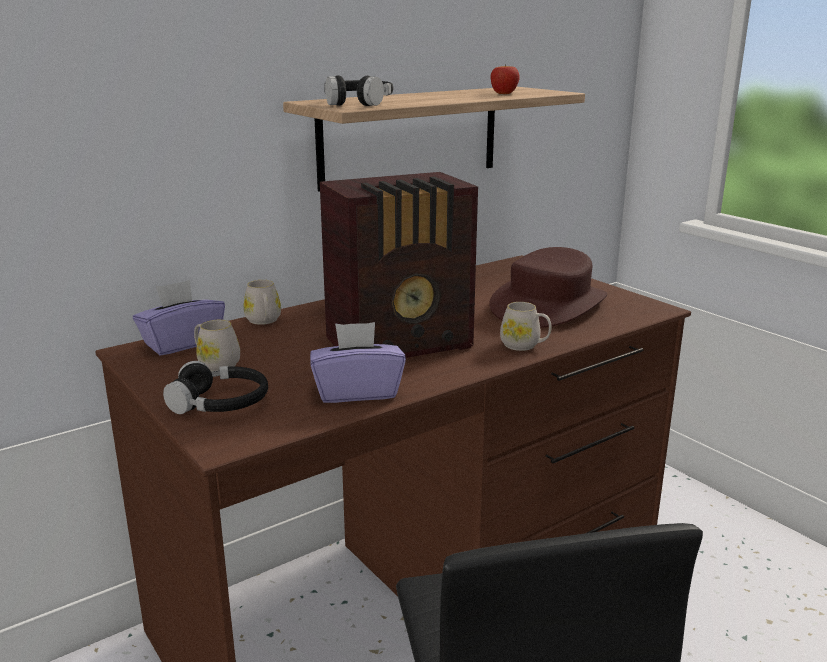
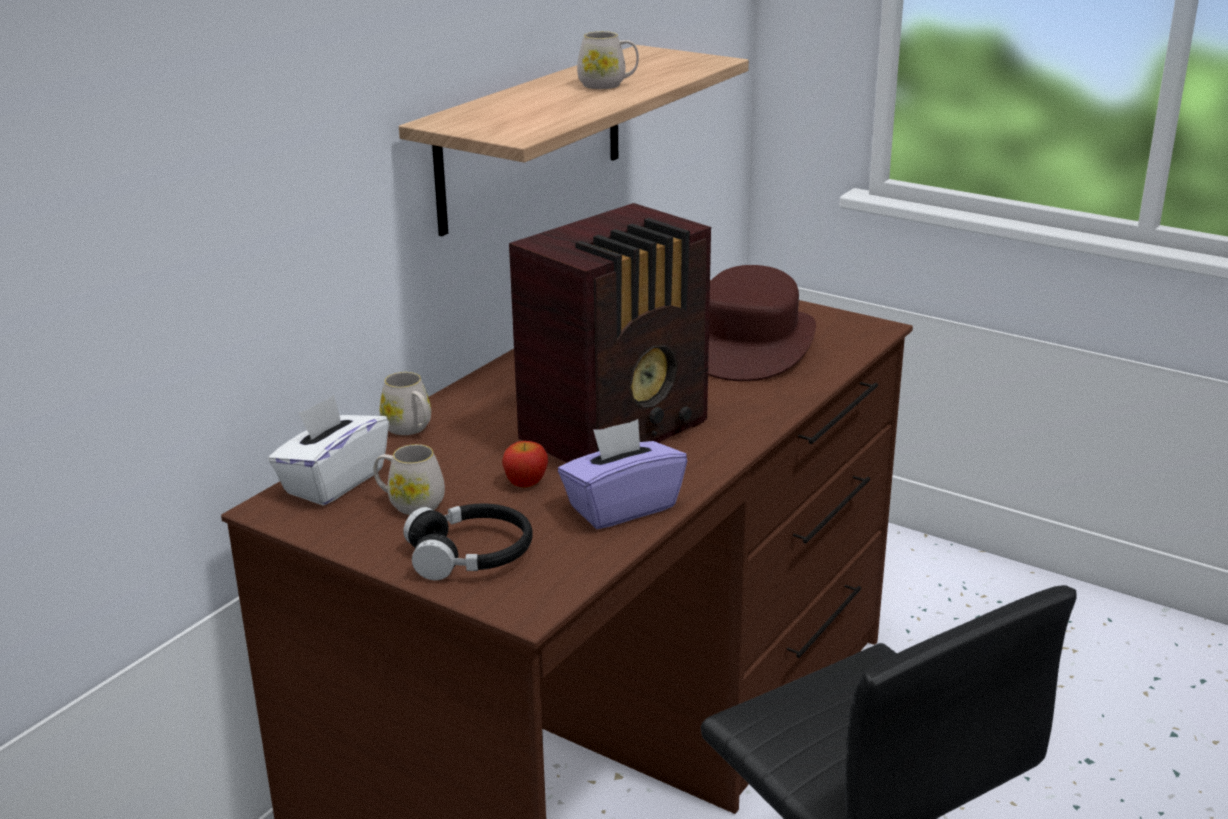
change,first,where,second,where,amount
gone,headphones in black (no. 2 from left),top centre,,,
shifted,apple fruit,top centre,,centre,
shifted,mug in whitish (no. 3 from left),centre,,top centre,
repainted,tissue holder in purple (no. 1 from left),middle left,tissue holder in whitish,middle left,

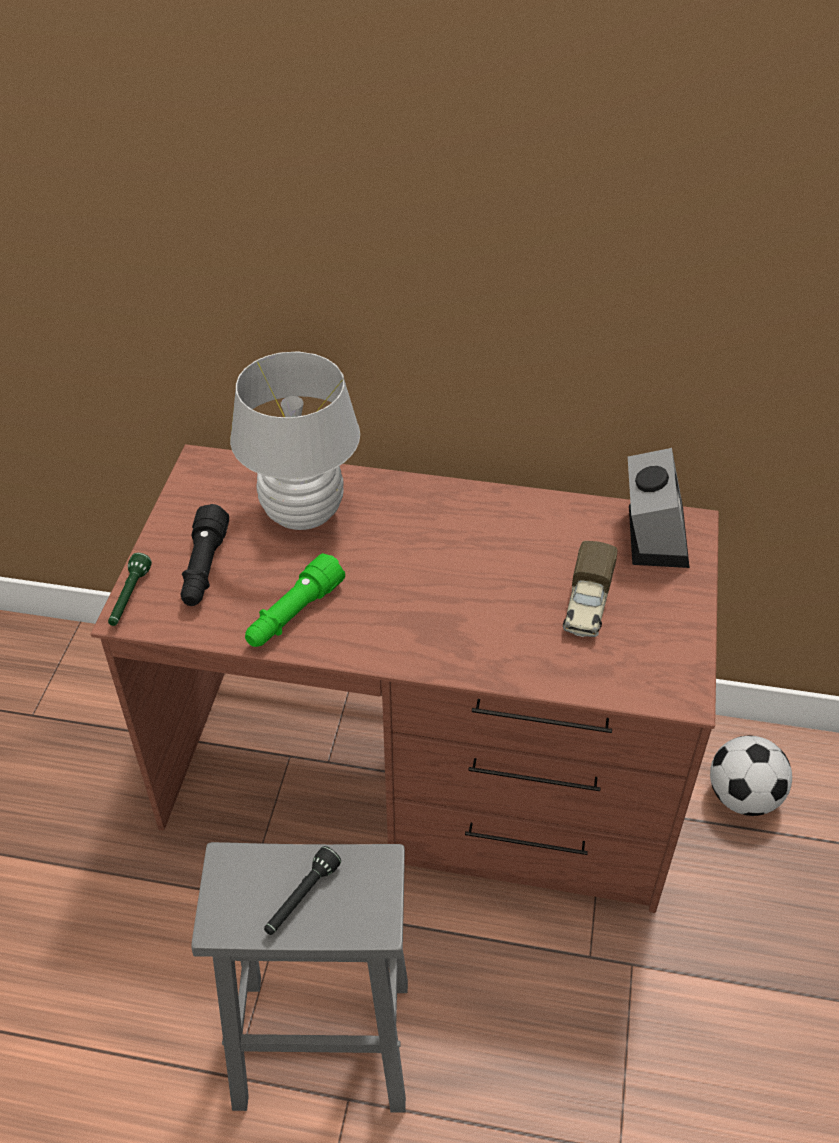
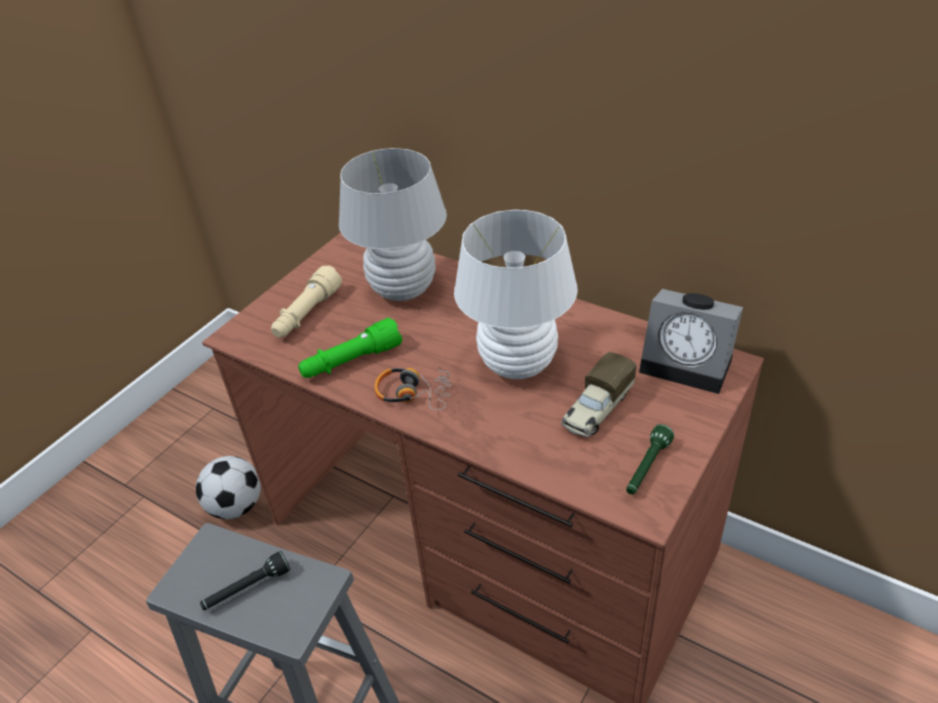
change,first,where,second,where,amount
new,,,headphones,centre,
new,,,tabletop lamp in whitish (no. 2 from left),centre,
shifted,flashlight in greenish (no. 1 from left in the first image),middle left,flashlight in greenish (no. 2 from left),middle right,
shifted,football,bottom right,,bottom left,
repainted,flashlight in black (no. 1 from left),middle left,flashlight in sand-coloured,middle left,
rotated,table clock,middle right,,middle right,90 degrees clockwise

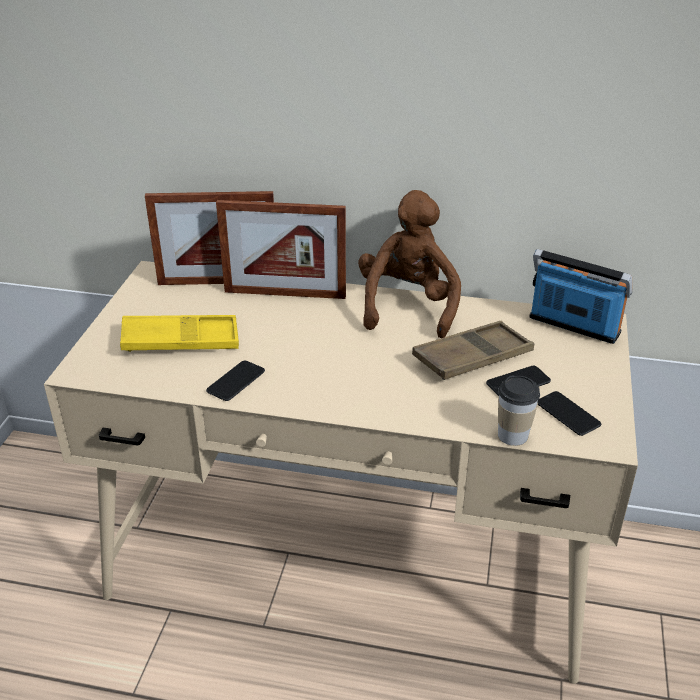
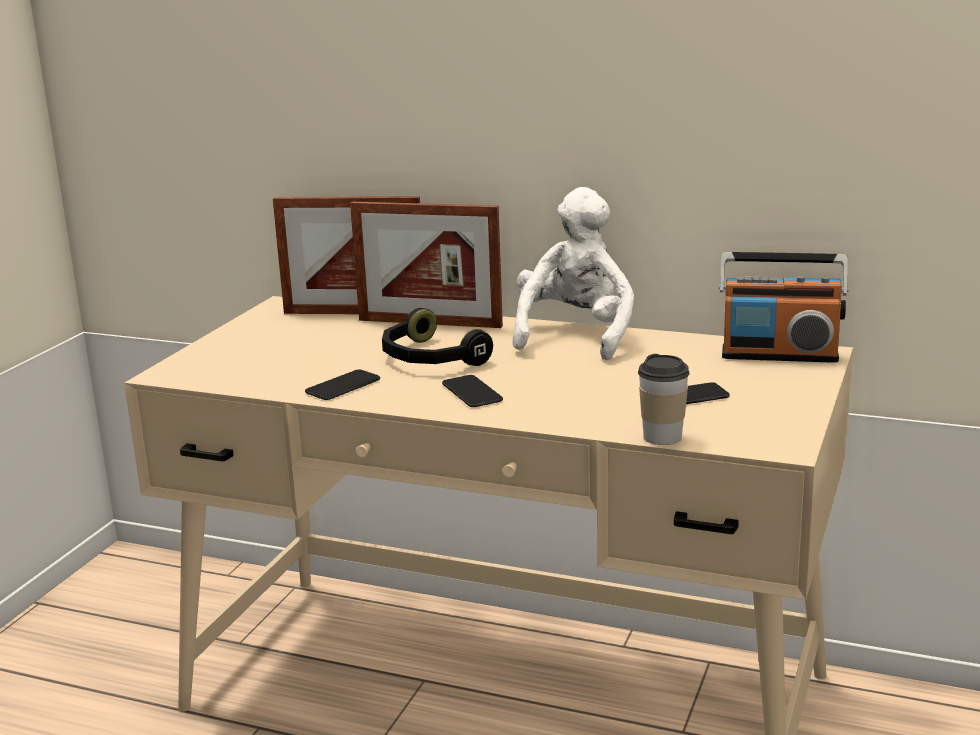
change,first,where,second,where,amount
gone,serving tray in yellowish,middle left,,,
gone,serving tray in brown,middle right,,,
new,,,headphones in black,centre,
shifted,phone (no. 3 from left in the first image),middle right,phone (no. 2 from left),centre,
repainted,soft toy in brown,centre,soft toy in whitish,centre,
rotated,radio receiver,middle right,,middle right,150 degrees clockwise

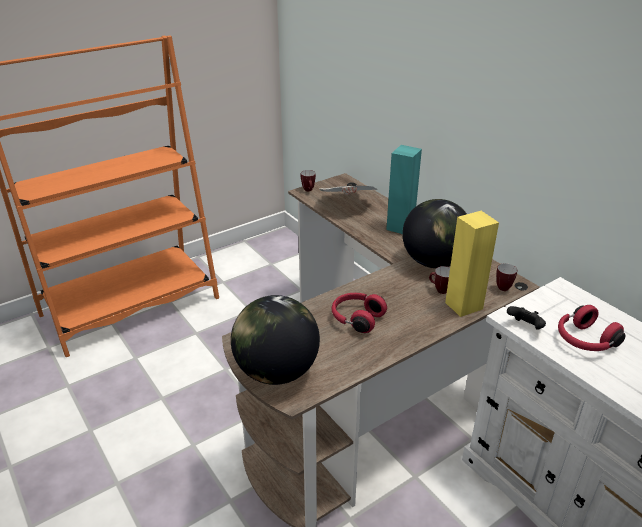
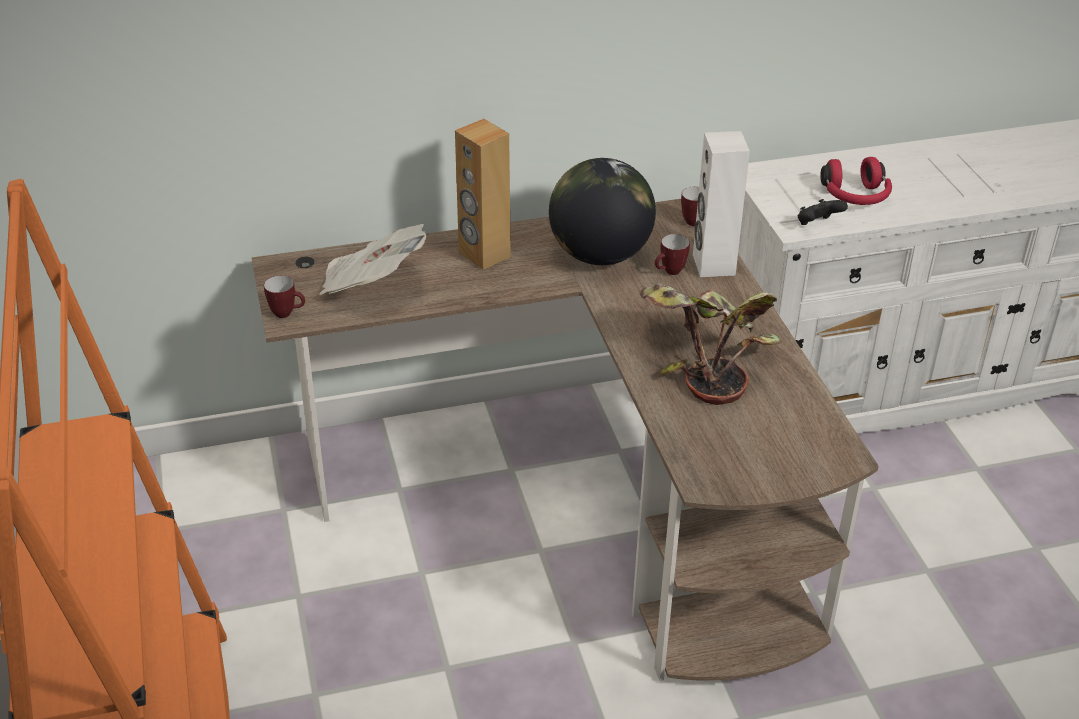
change,first,where,second,where,amount
gone,globe (no. 1 from left),centre,,,
swapped,headphones in reddish (no. 1 from left),centre,houseplant,centre,
repainted,speaker in blue-green,centre,speaker in brown,top centre,
repainted,speaker in yellowish,middle right,speaker in whitish,top right,

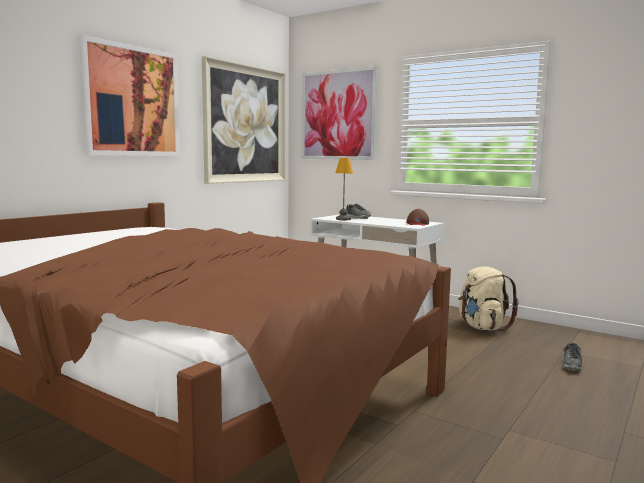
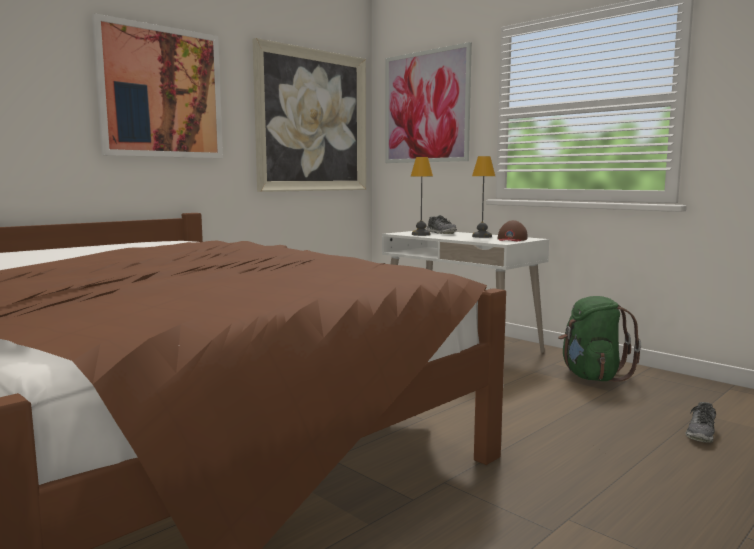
change,first,where,second,where,amount
new,,,tabletop lamp (no. 2 from left),centre,
repainted,backpack in sand-coloured,middle right,backpack in greenish,middle right,

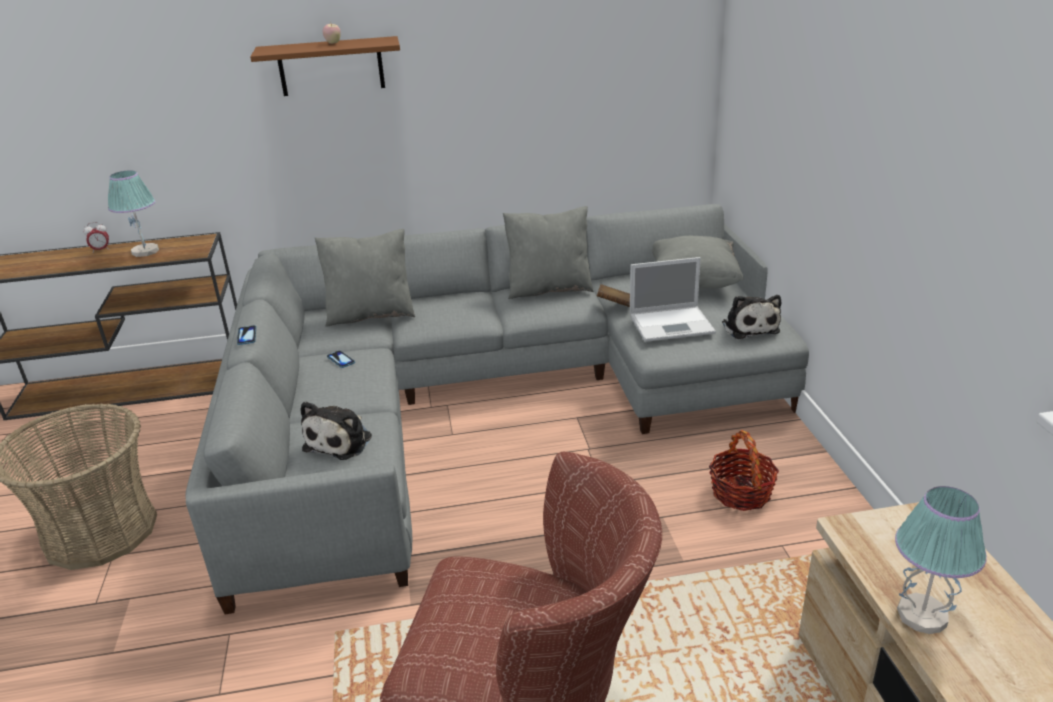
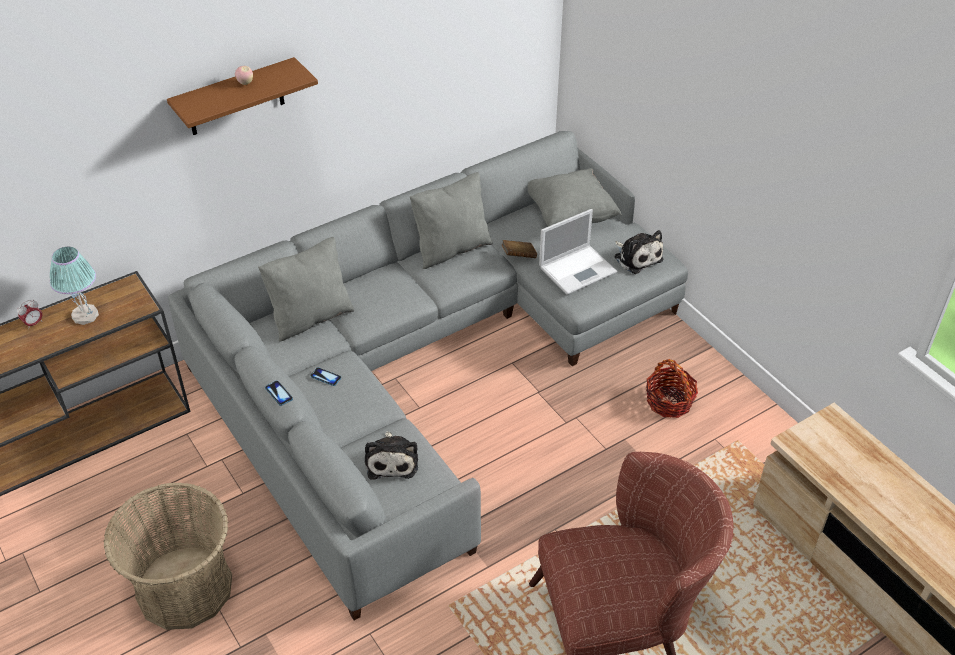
change,first,where,second,where,amount
gone,tabletop lamp (no. 2 from left),bottom right,,,

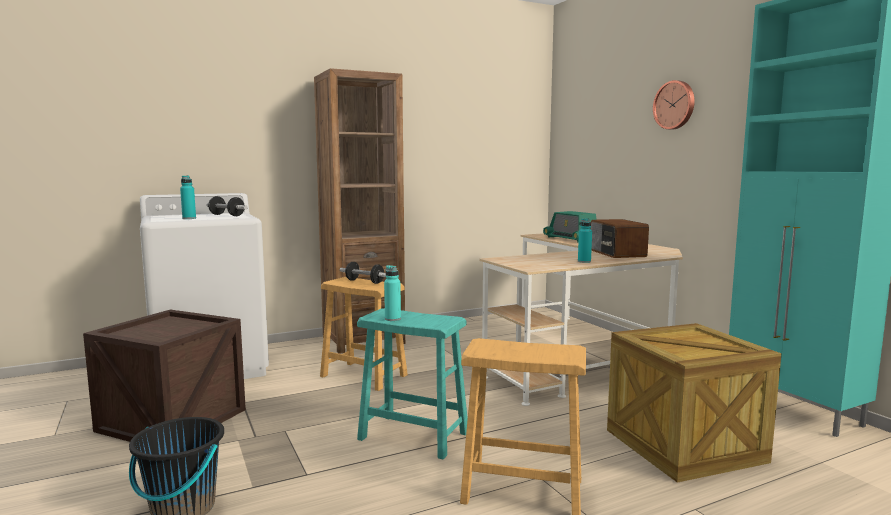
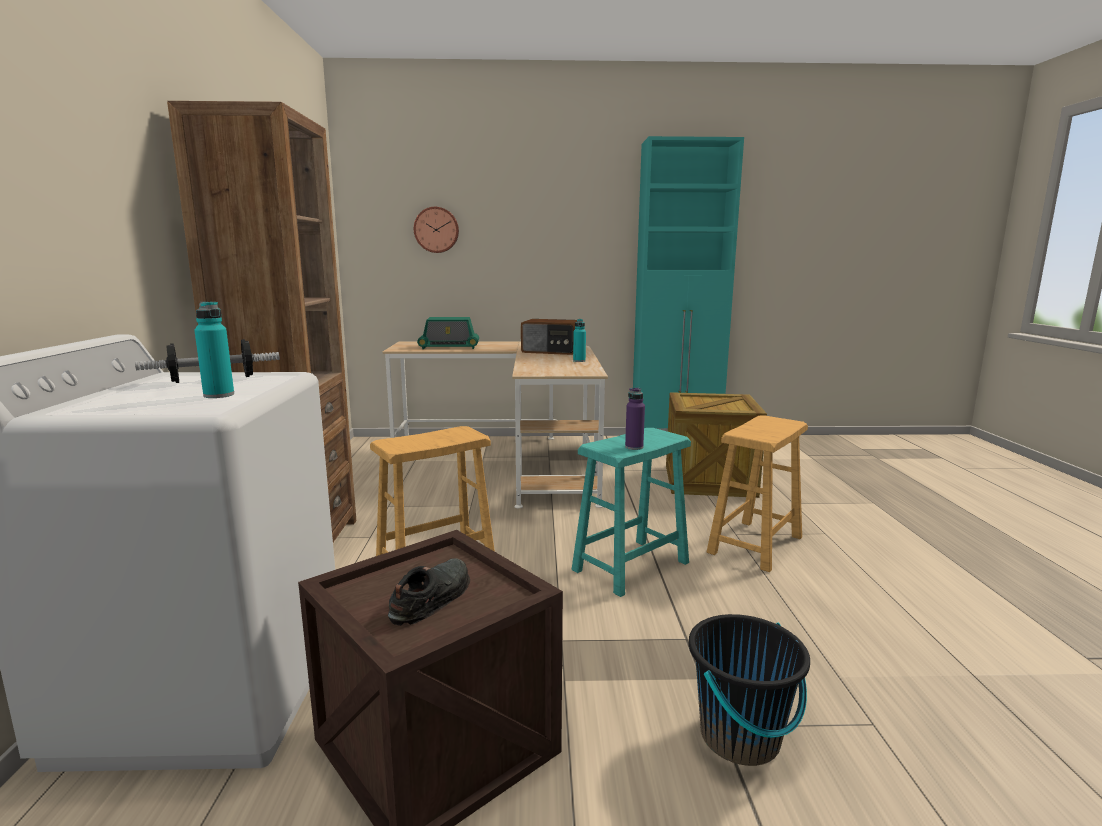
change,first,where,second,where,amount
gone,hand weight (no. 2 from left),centre,,,
new,,,low shoe in black,bottom centre,
shifted,clock on the wall,top right,,top centre,
repainted,beverage bottle in blue-green (no. 2 from left),centre,beverage bottle in purple,centre,

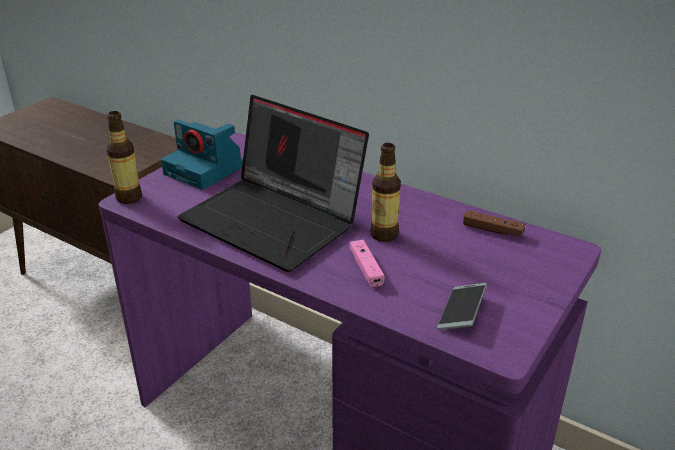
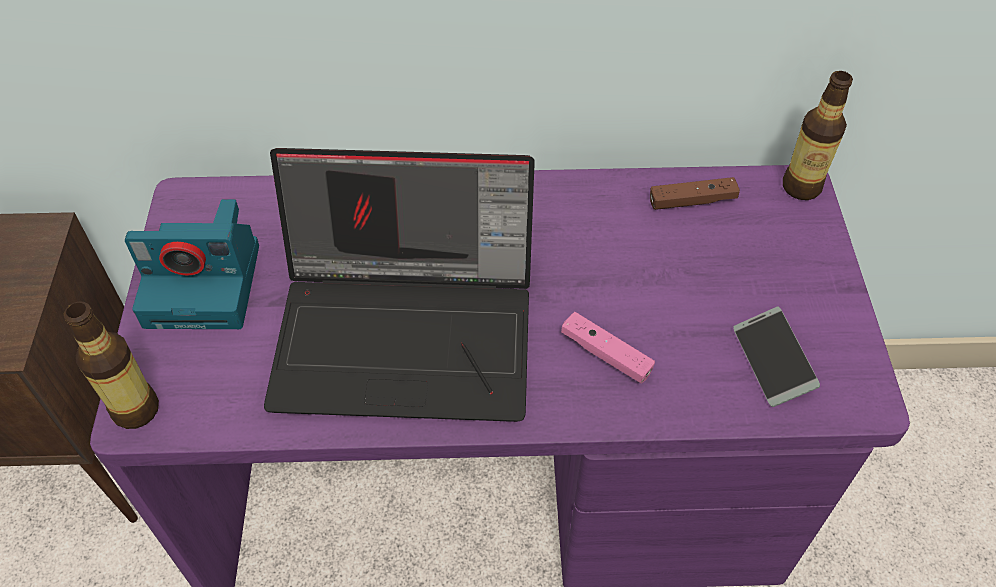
change,first,where,second,where,amount
shifted,beverage bottle (no. 2 from left),centre,,top right,

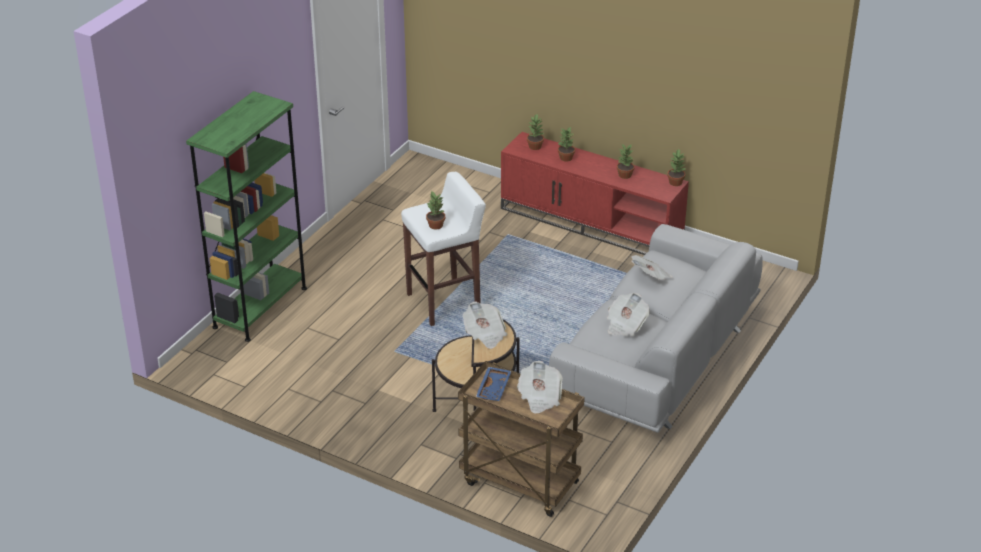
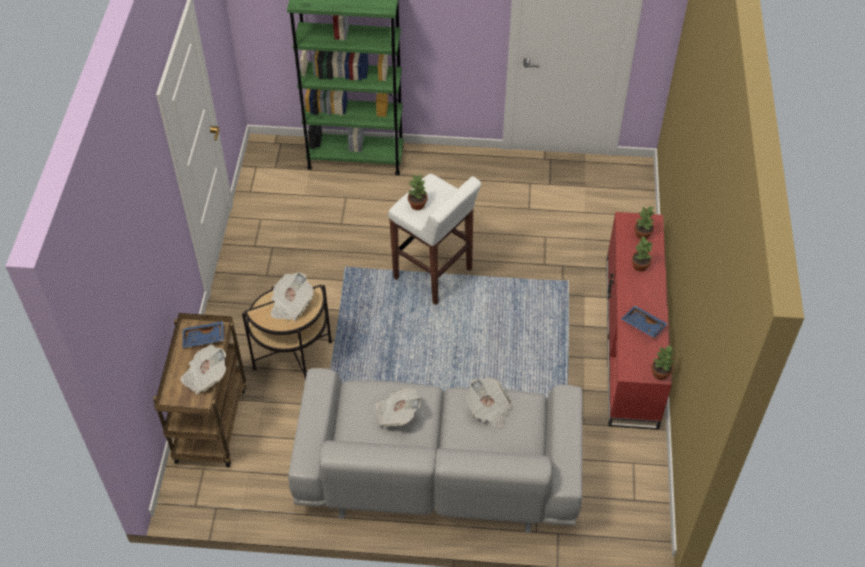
change,first,where,second,where,amount
swapped,houseplant (no. 4 from left),top centre,serving tray in blue-coloured (no. 2 from left),middle right,

